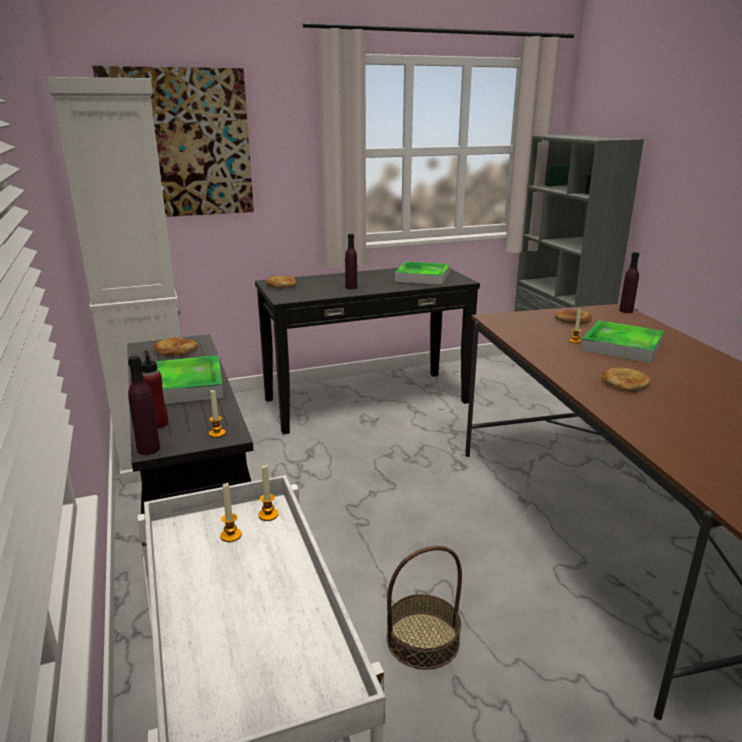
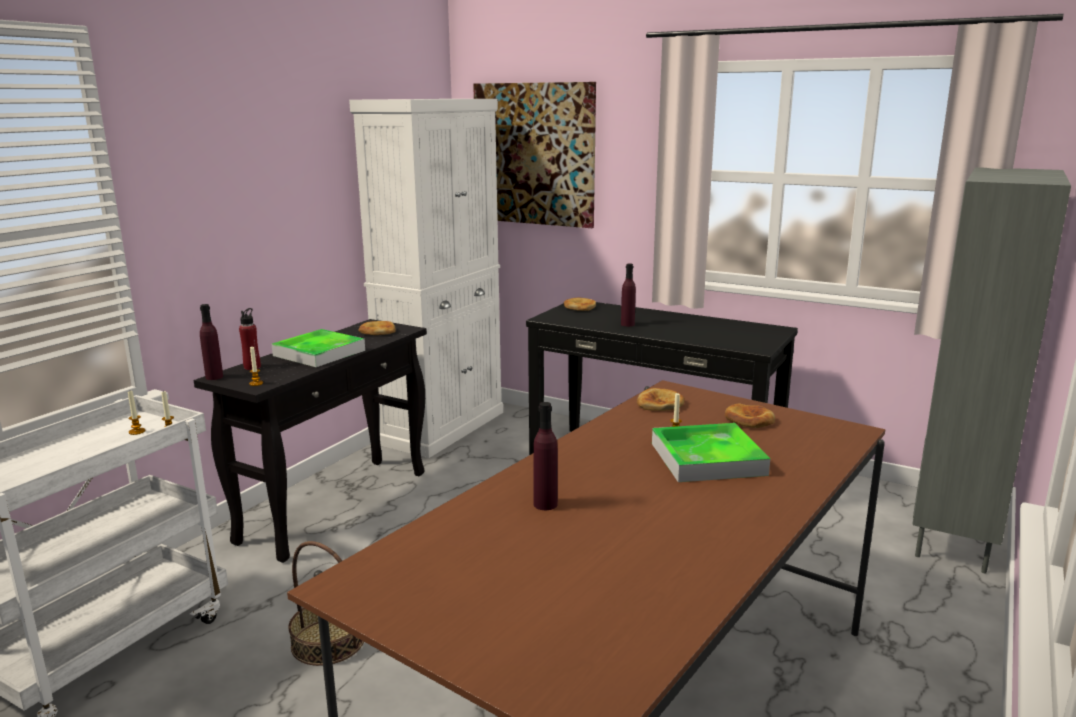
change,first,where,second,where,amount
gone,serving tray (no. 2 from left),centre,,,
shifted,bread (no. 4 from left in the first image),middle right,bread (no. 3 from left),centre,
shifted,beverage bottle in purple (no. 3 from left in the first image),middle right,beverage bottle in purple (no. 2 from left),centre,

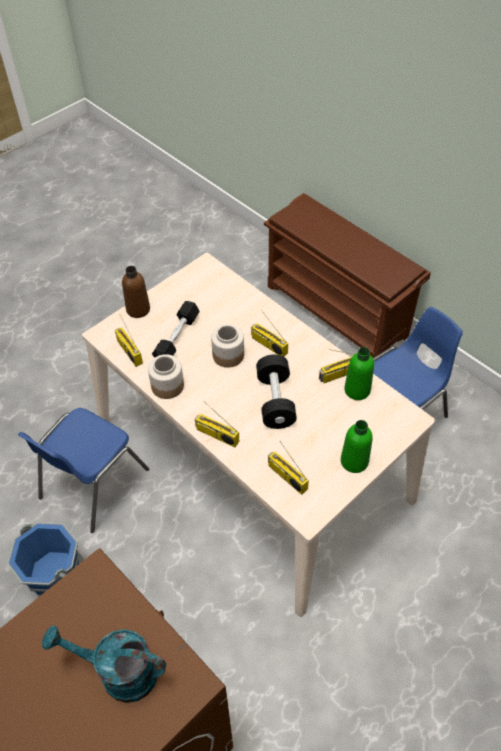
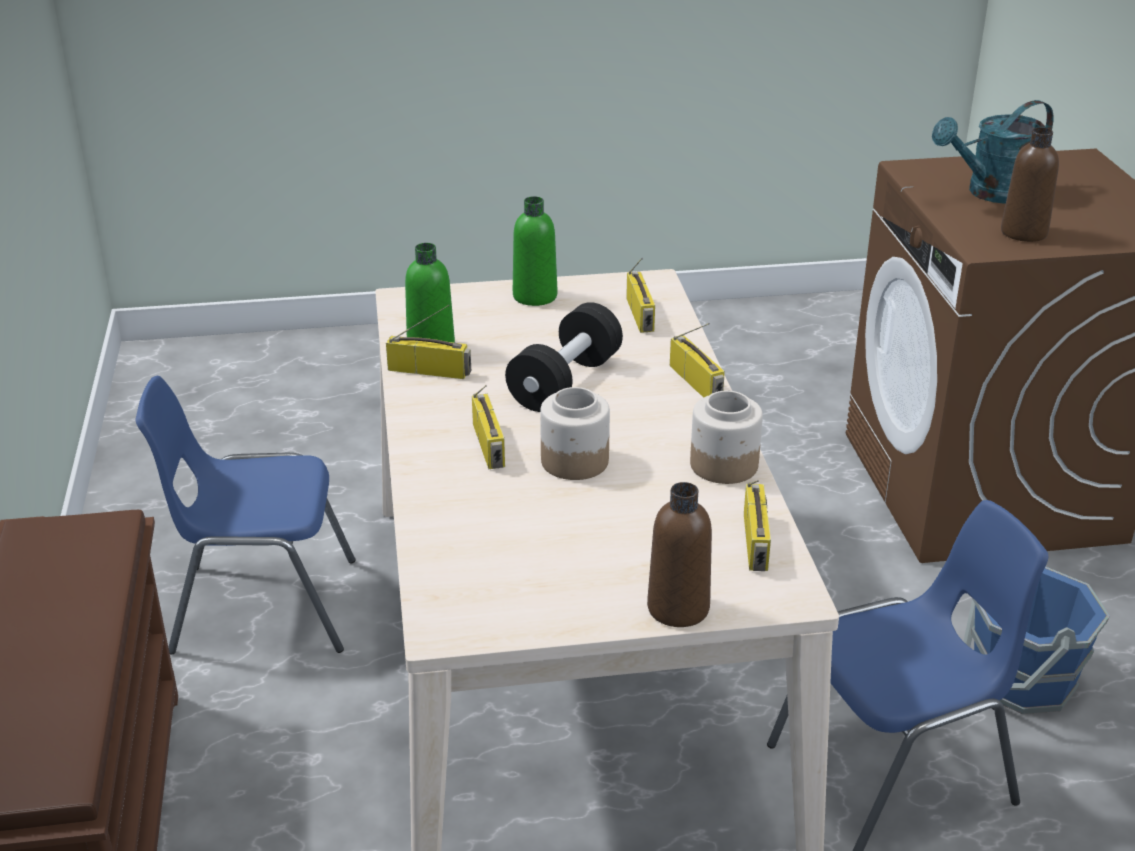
change,first,where,second,where,amount
gone,hand weight in black (no. 1 from left),centre,,,
new,,,beverage bottle in brown (no. 2 from left),top right,
rotated,watering can in blue-green,bottom left,,top right,105 degrees clockwise

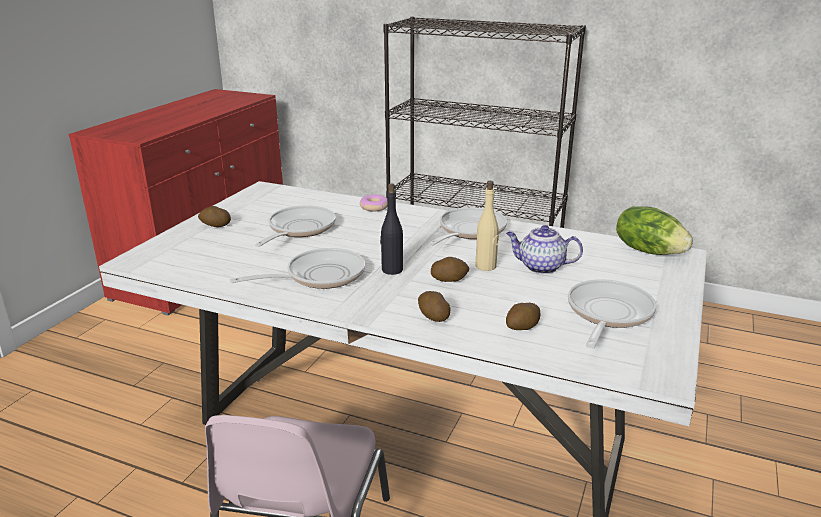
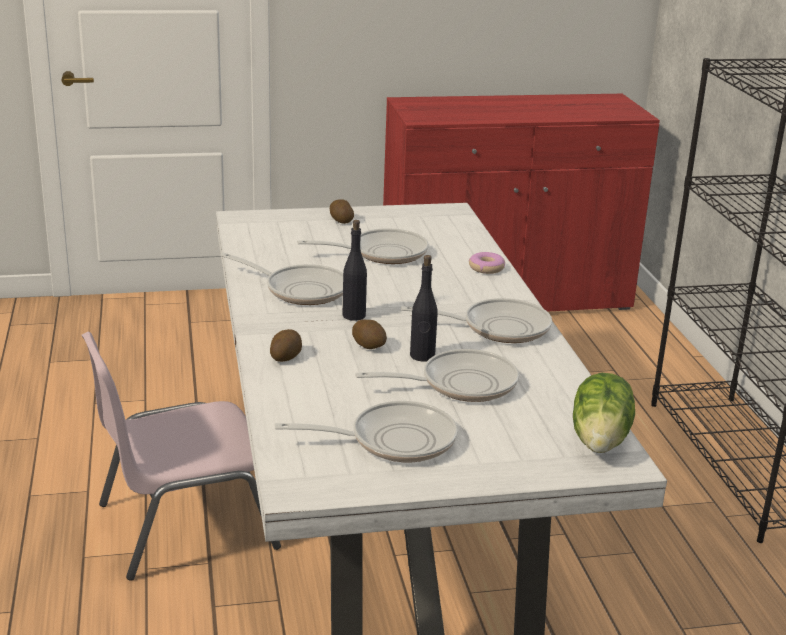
change,first,where,second,where,amount
gone,spud (no. 4 from left),centre,,,
swapped,tea pot,centre,pan (no. 4 from left),centre,
repainted,beverage bottle in sand-coloured,centre,beverage bottle in black (no. 2 from left),centre,

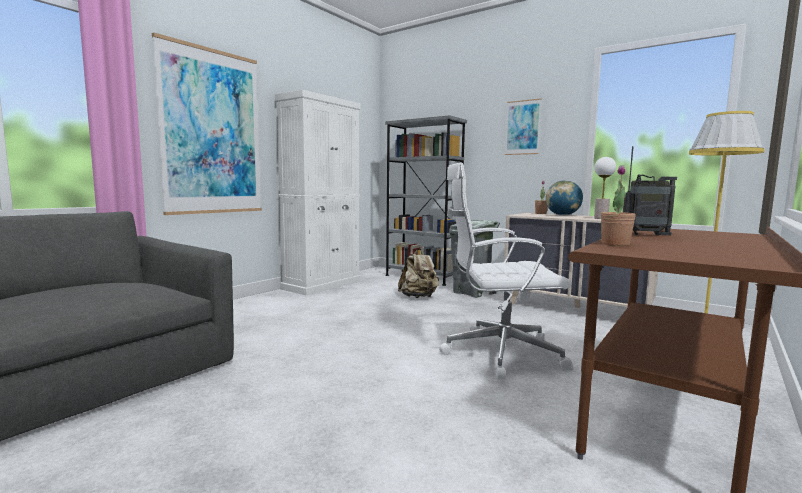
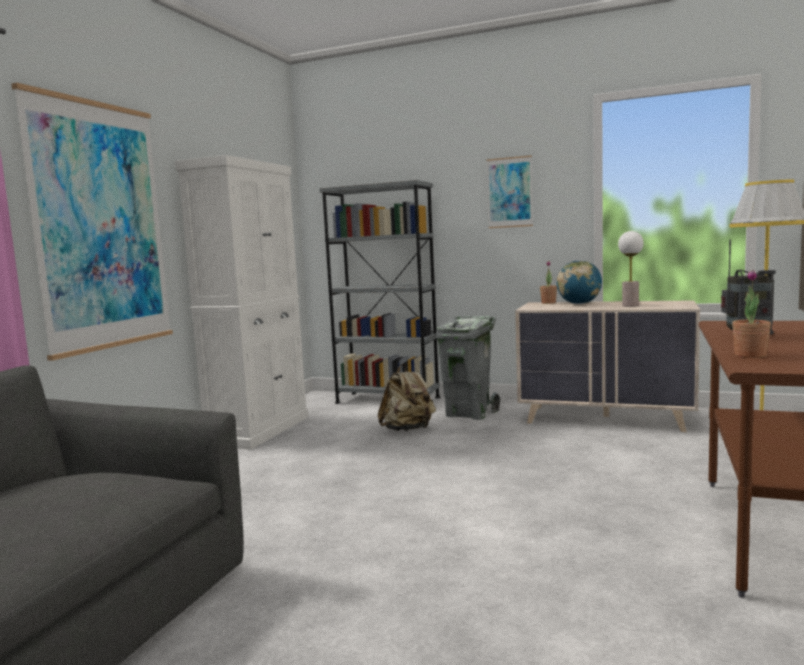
change,first,where,second,where,amount
gone,office chair in whitish,centre,,,

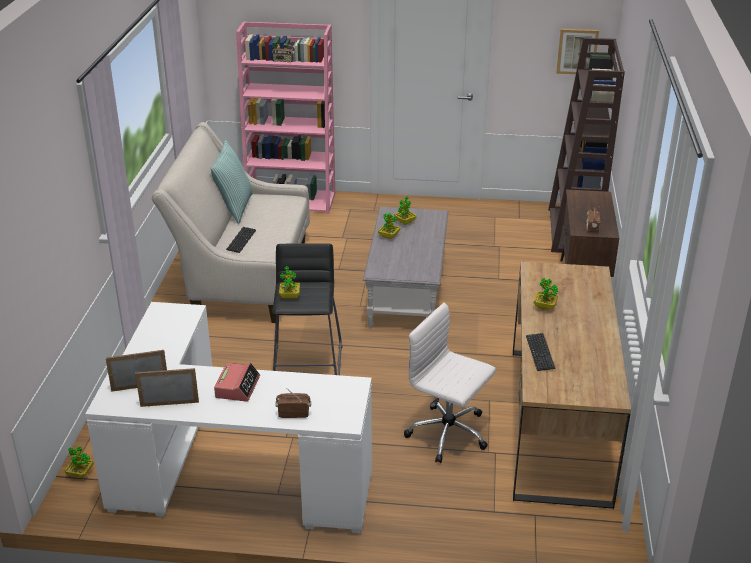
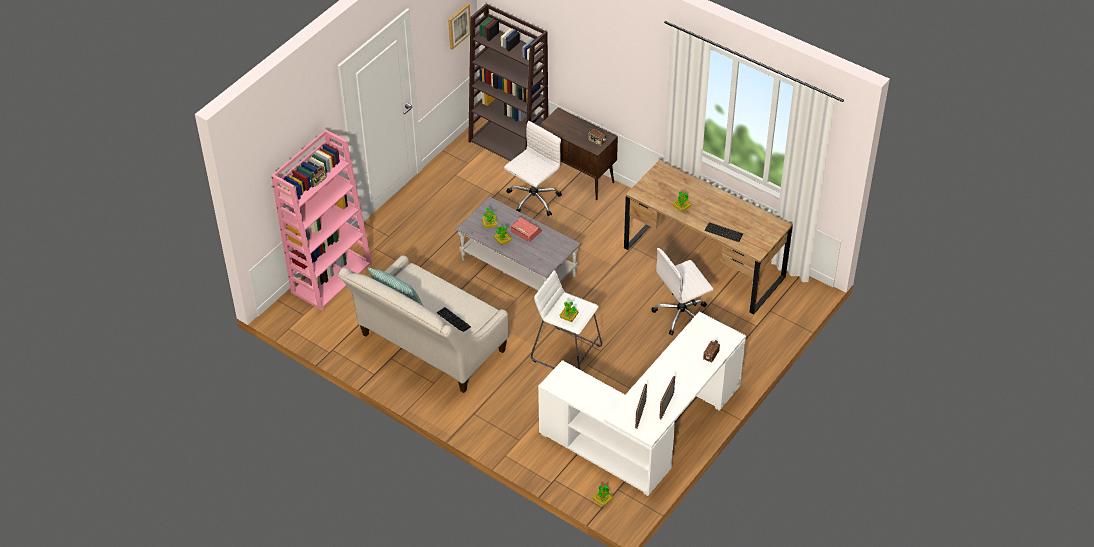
change,first,where,second,where,amount
new,,,office chair in whitish (no. 1 from left),top centre,
shifted,table clock,bottom left,,centre,
repainted,stool in black,centre,stool in whitish,centre,

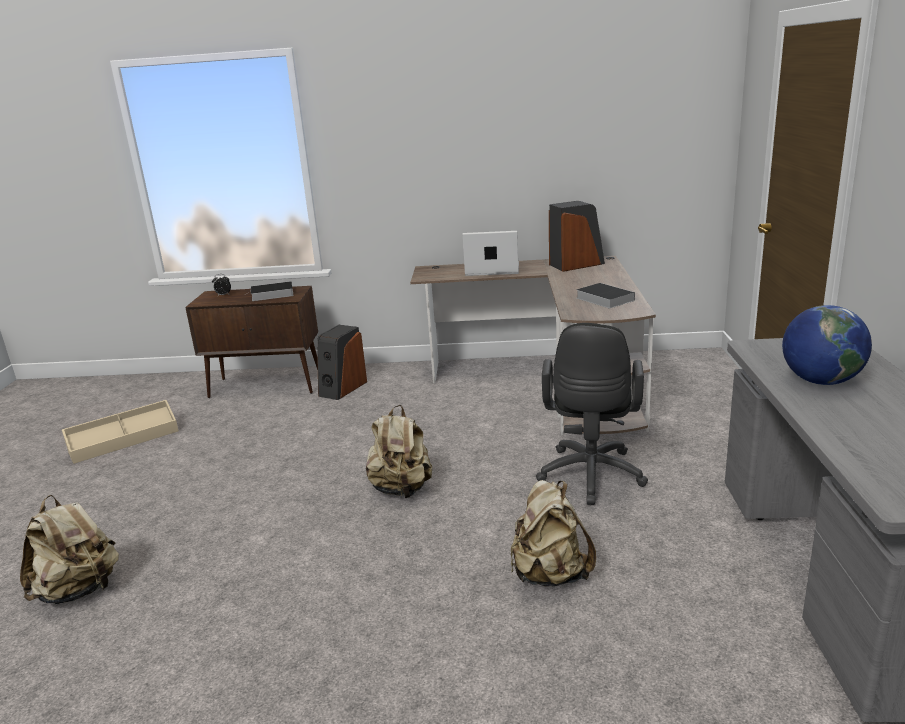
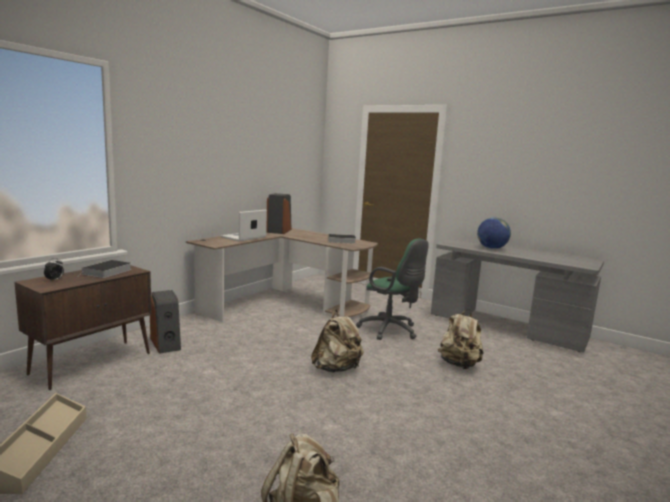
change,first,where,second,where,amount
repainted,office chair in black,centre,office chair in greenish,centre,

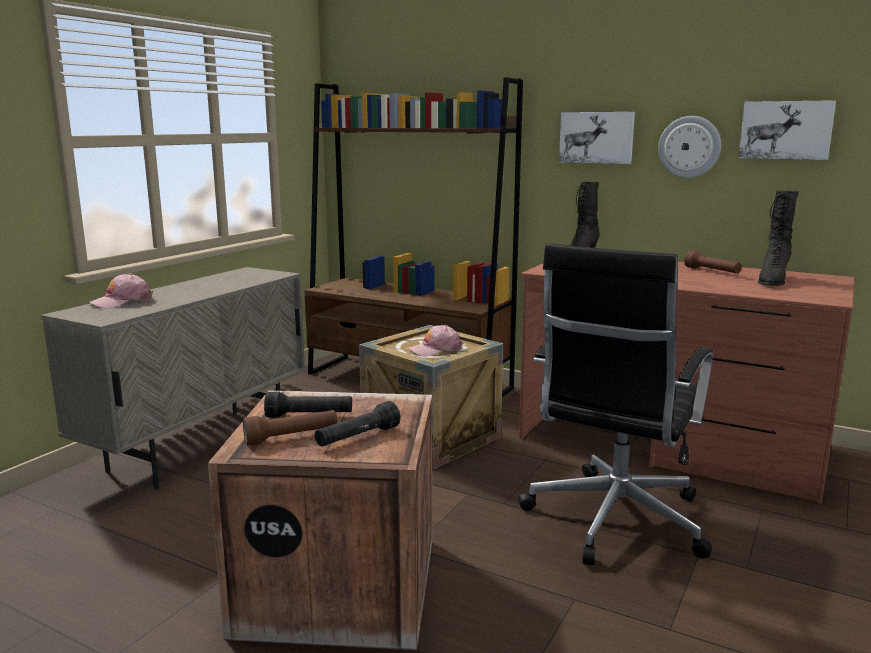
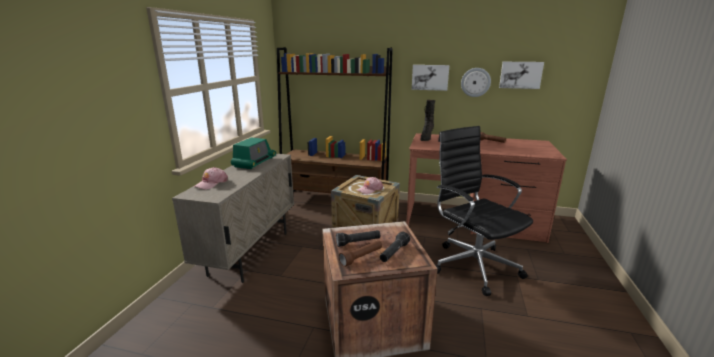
change,first,where,second,where,amount
gone,high-top boot in black (no. 2 from left),middle right,,,
new,,,radio receiver,centre,
rotated,office chair in black,middle right,,middle right,135 degrees clockwise

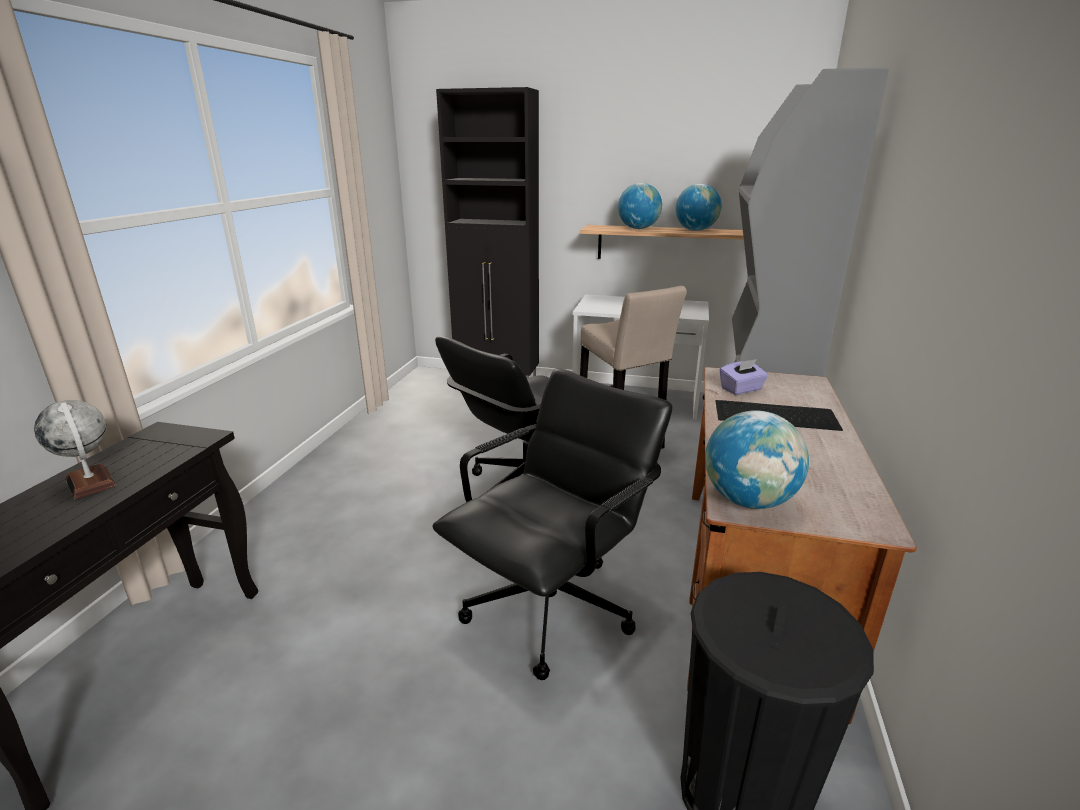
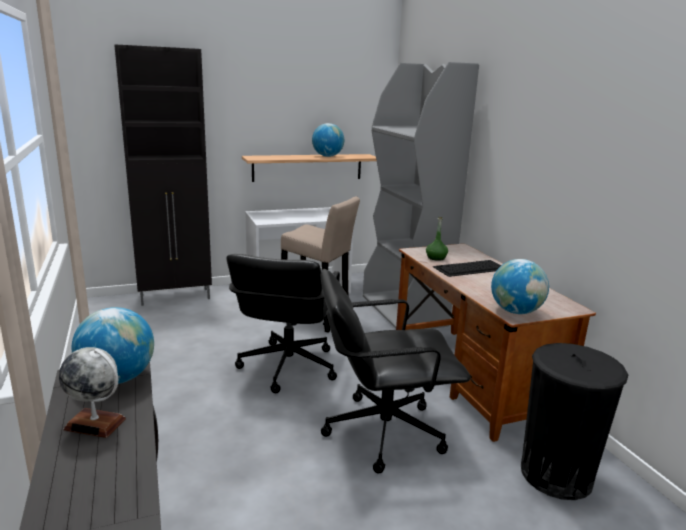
change,first,where,second,where,amount
shifted,globe (no. 2 from left),top centre,,middle left,
swapped,tissue holder in purple,middle right,beverage bottle in greenish,centre,
rotated,office chair in black (no. 2 from left),centre,,bottom centre,105 degrees counterclockwise

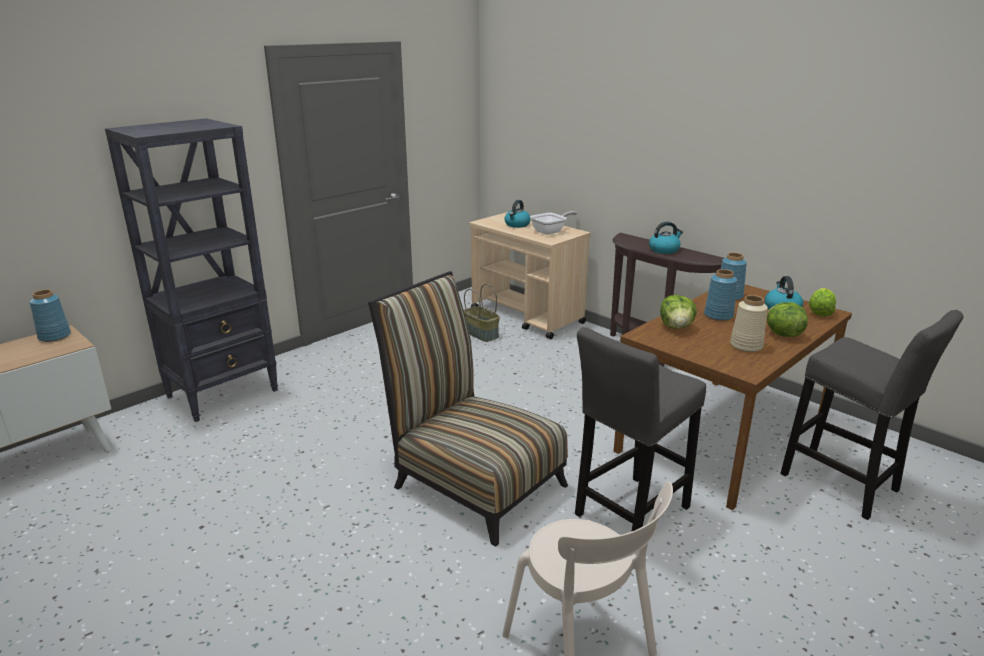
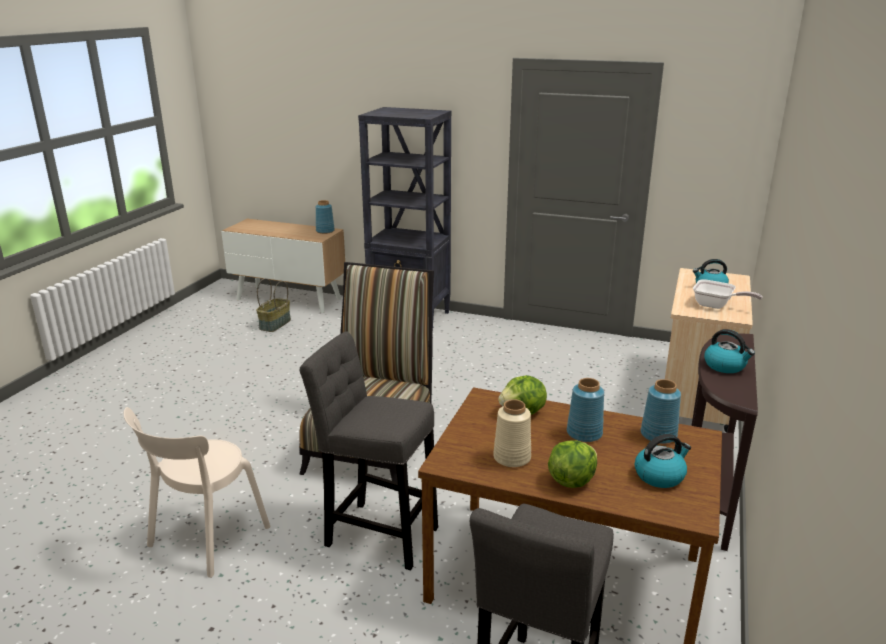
change,first,where,second,where,amount
gone,lettuce head (no. 3 from left),middle right,,,
shifted,household basket,centre,,middle left,

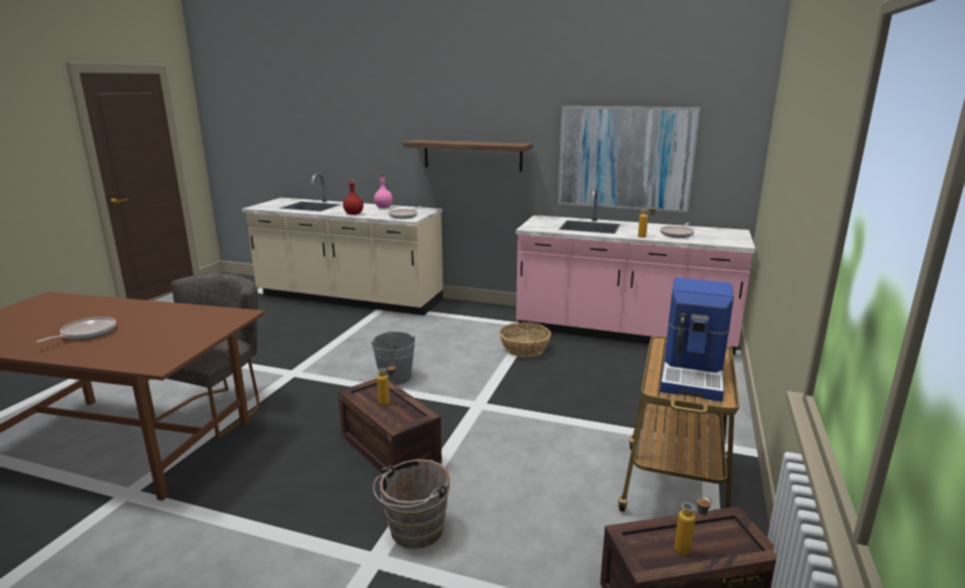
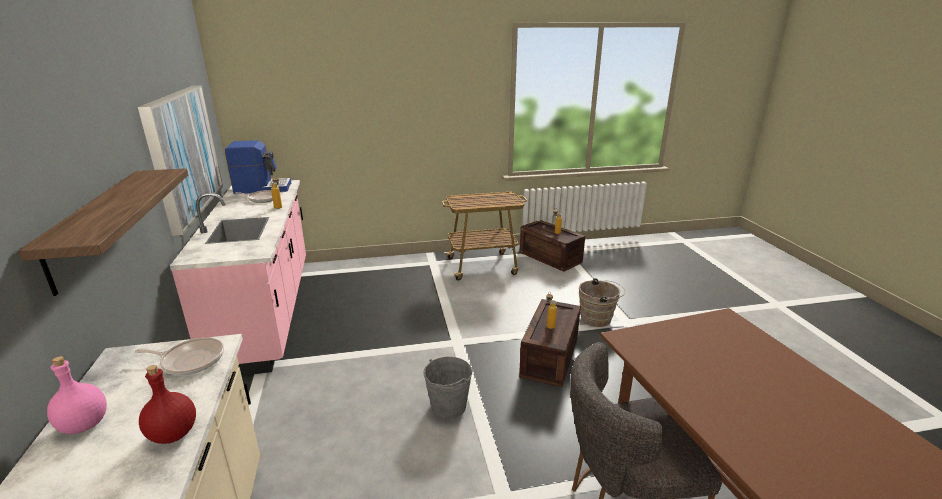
change,first,where,second,where,amount
gone,pan (no. 1 from left),middle left,,,
gone,household basket,centre,,,
shifted,coffee brewer,middle right,,middle left,

